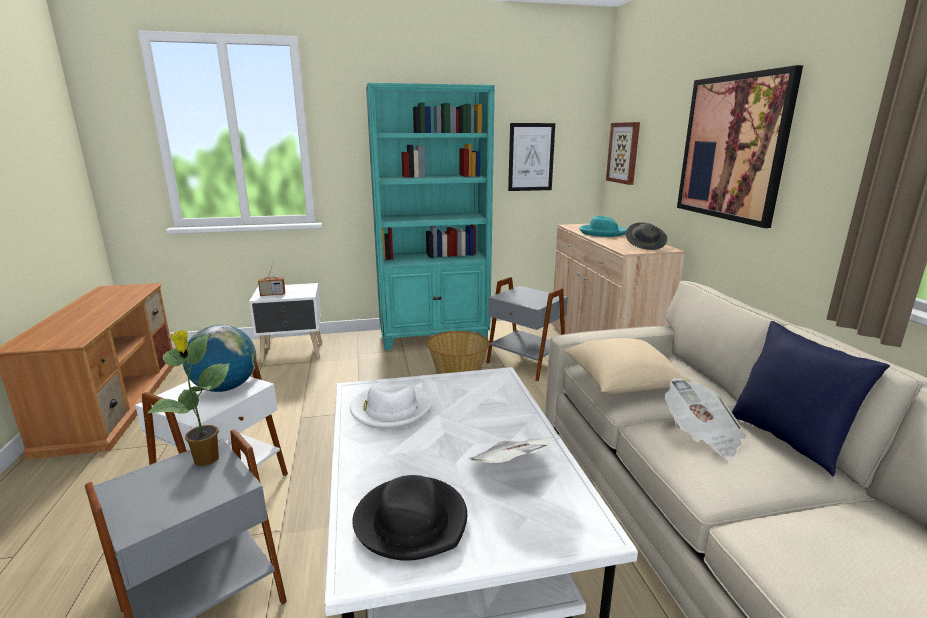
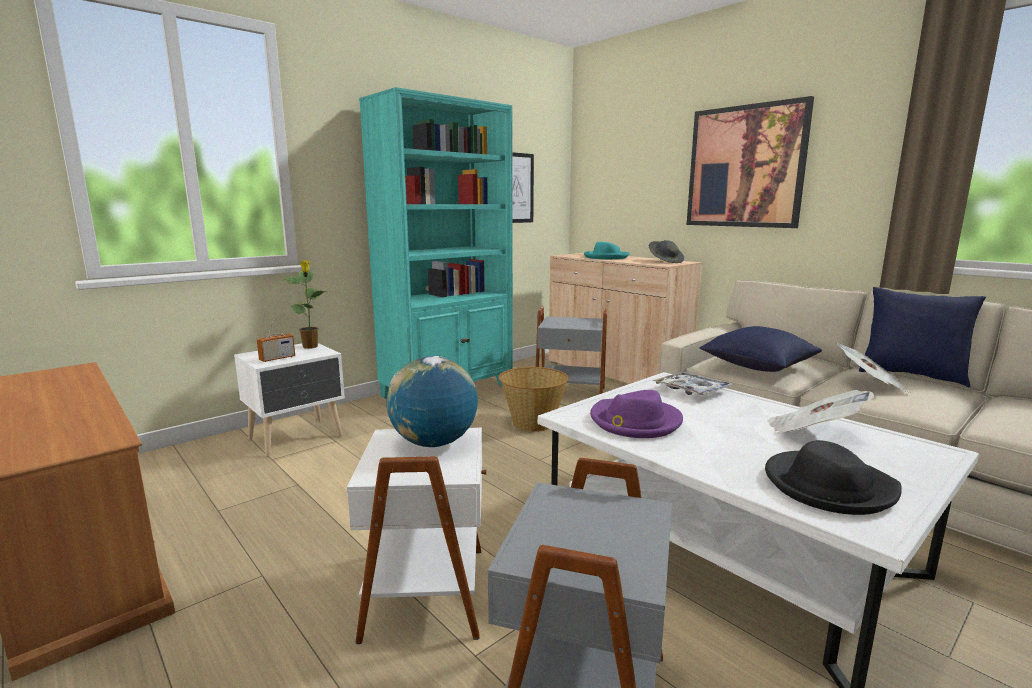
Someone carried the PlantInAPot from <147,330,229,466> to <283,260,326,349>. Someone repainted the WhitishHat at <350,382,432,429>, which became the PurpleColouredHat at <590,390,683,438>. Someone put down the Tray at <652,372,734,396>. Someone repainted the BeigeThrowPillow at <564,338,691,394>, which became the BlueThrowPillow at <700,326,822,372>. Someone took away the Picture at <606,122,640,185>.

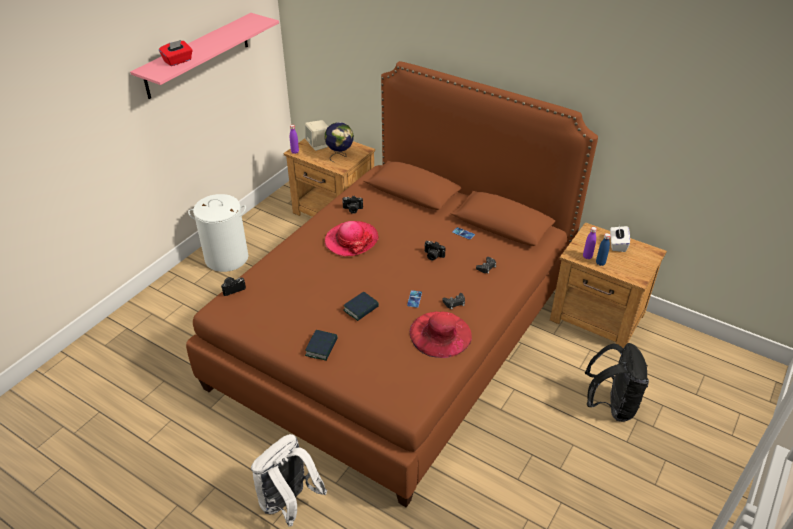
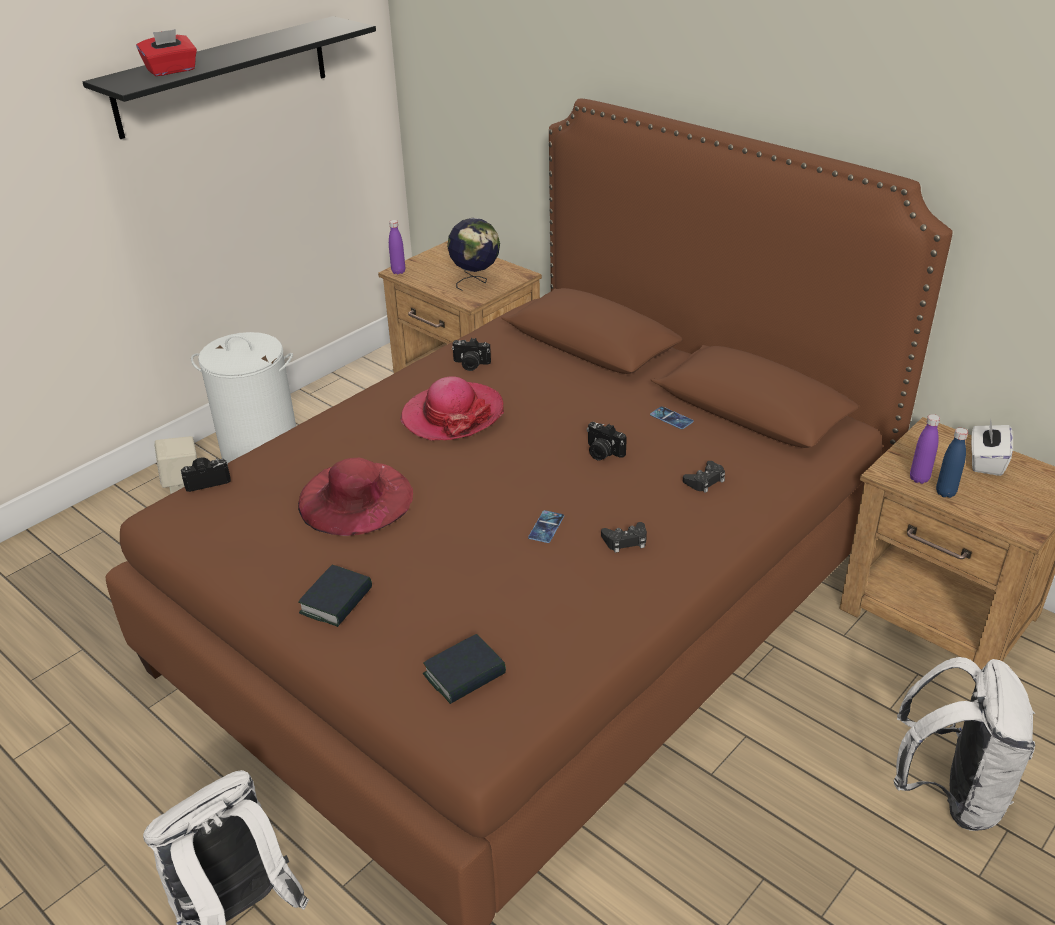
Someone repainted the PinkColouredWallShelf at <130,13,279,99>, which became the BlackishWallShelf at <83,16,376,139>. Someone carried the BeigeLoudspeaker from <305,120,329,151> to <154,436,197,494>. Someone carried the RedHat from <409,312,472,358> to <298,458,413,536>. Someone carried the Volume from <343,292,379,321> to <423,634,506,704>. Someone repainted the BlackishKnapsack at <585,343,649,422>, which became the WhitishKnapsack at <893,657,1035,831>.

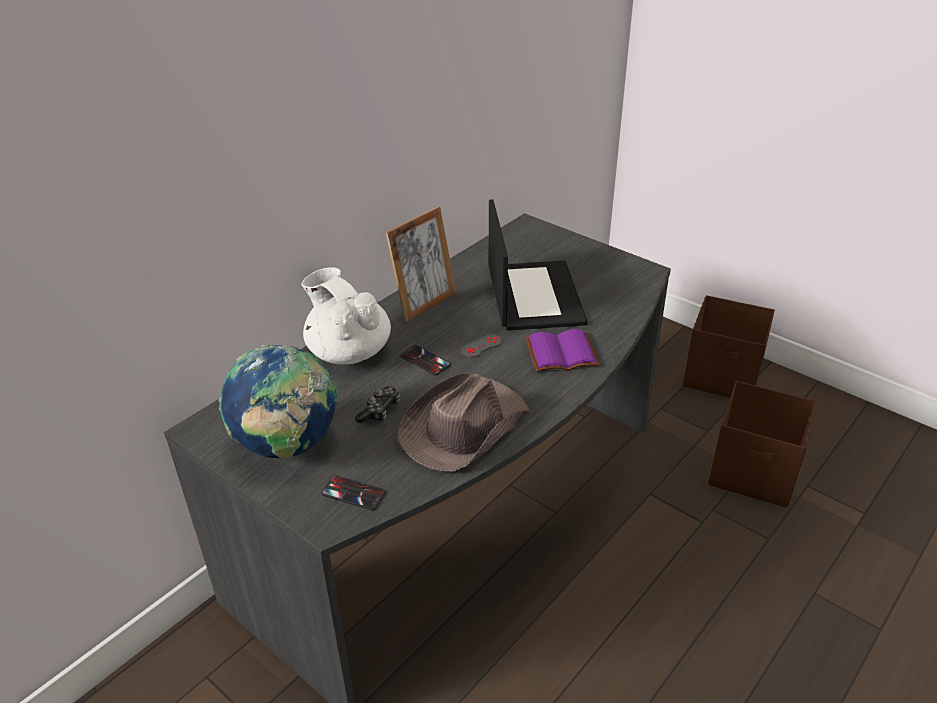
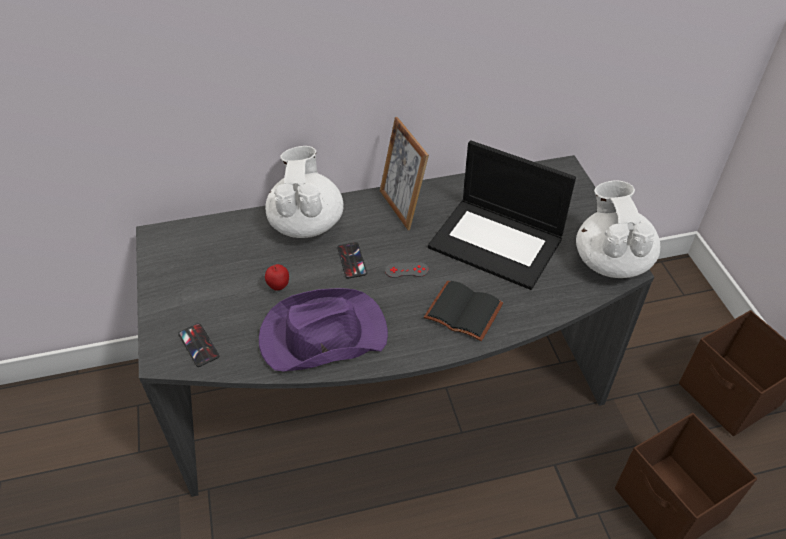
Someone repainted the BrownishHat at <397,373,530,472>, which became the PurpleColouredHat at <259,288,388,372>. Someone swapped the Gamepad at <355,386,400,423> for the Apple at <265,264,289,291>. Someone rotated the PhotoFrame at <386,206,456,322> by 75 degrees clockwise. Someone repainted the PurpleColouredVolume at <526,329,600,372>, which became the BlackishVolume at <424,281,503,341>. Someone rotated the PortableComputer at <489,199,587,331> by 90 degrees clockwise. Someone put down the WhitishTeapot at <576,180,660,278>. Someone took away the WorldGlobe at <218,345,338,459>.

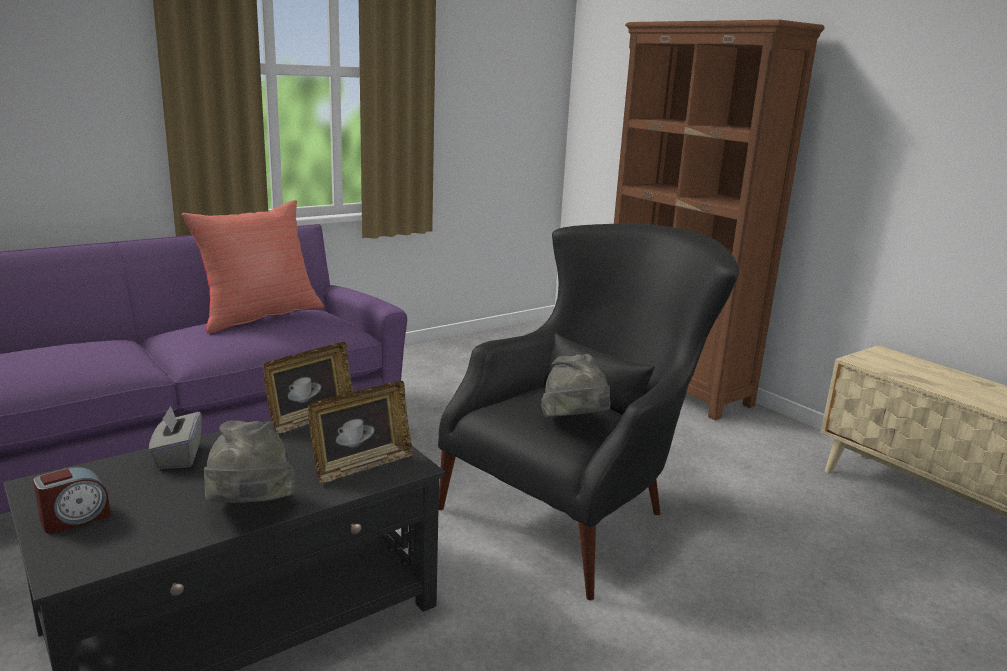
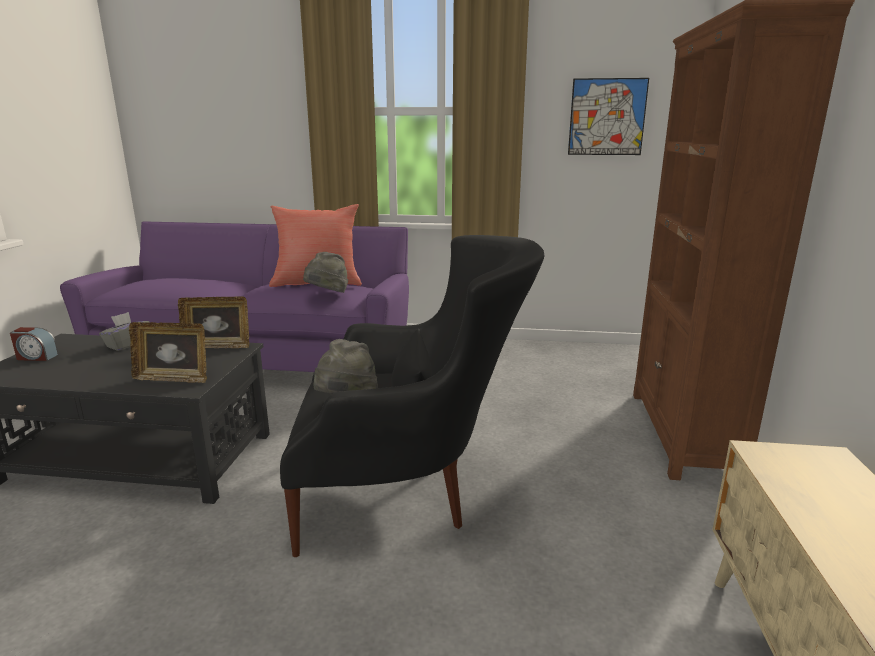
Someone carried the GreyHat from <204,420,296,503> to <303,252,348,293>. Someone put up the Picture at <568,78,649,155>.

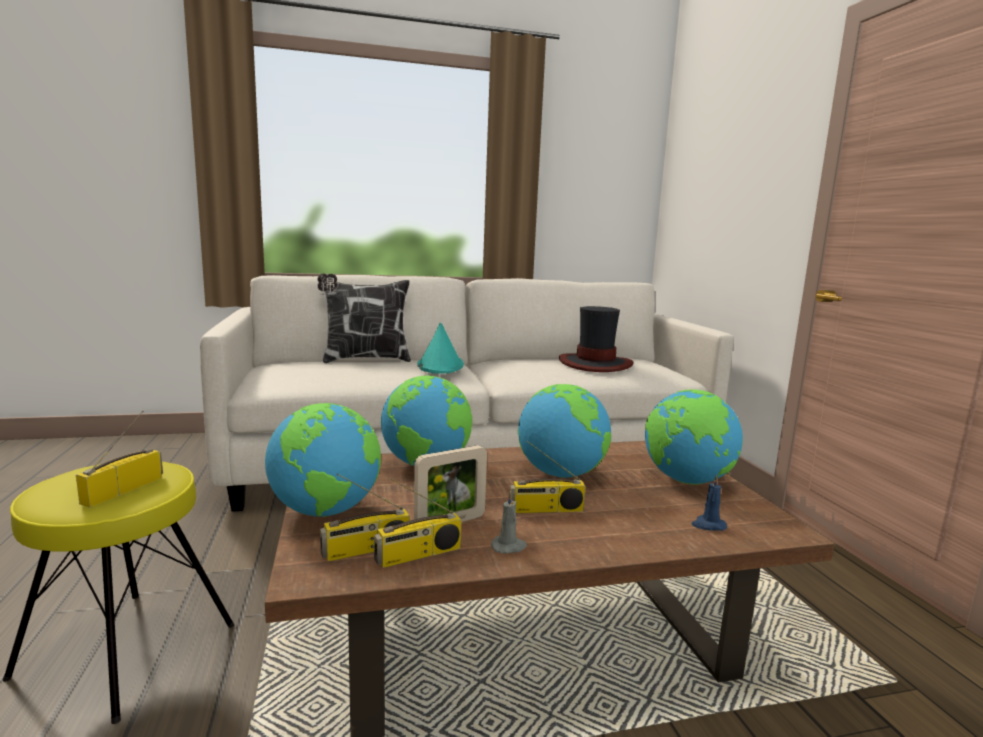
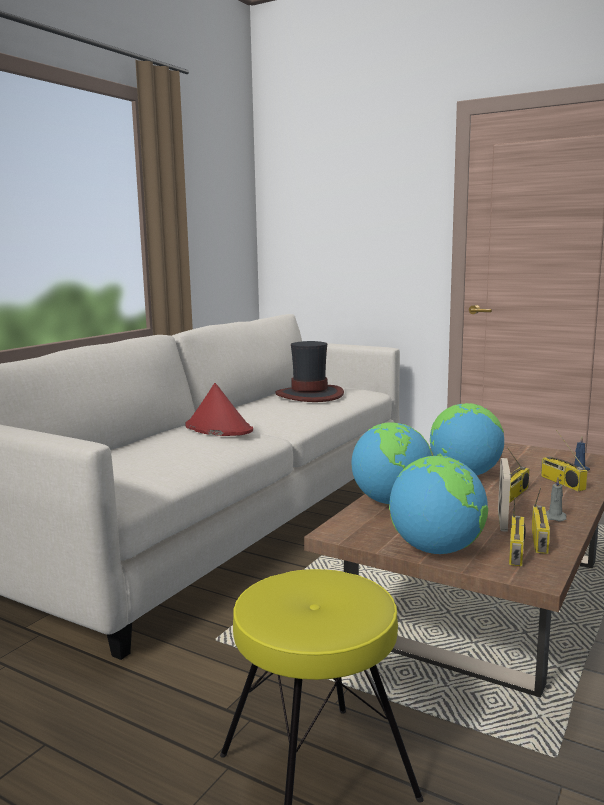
Someone repainted the BlueGreenHat at <417,323,464,374>, which became the RedHat at <185,383,253,436>. Someone carried the RadioReceiver from <76,411,163,507> to <541,430,587,491>. Someone took away the ThrowPillow at <318,274,411,363>. Someone took away the WorldGlobe at <645,389,743,485>.

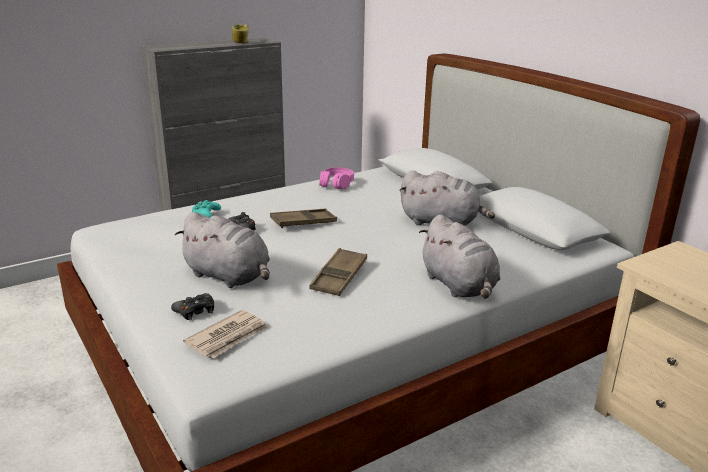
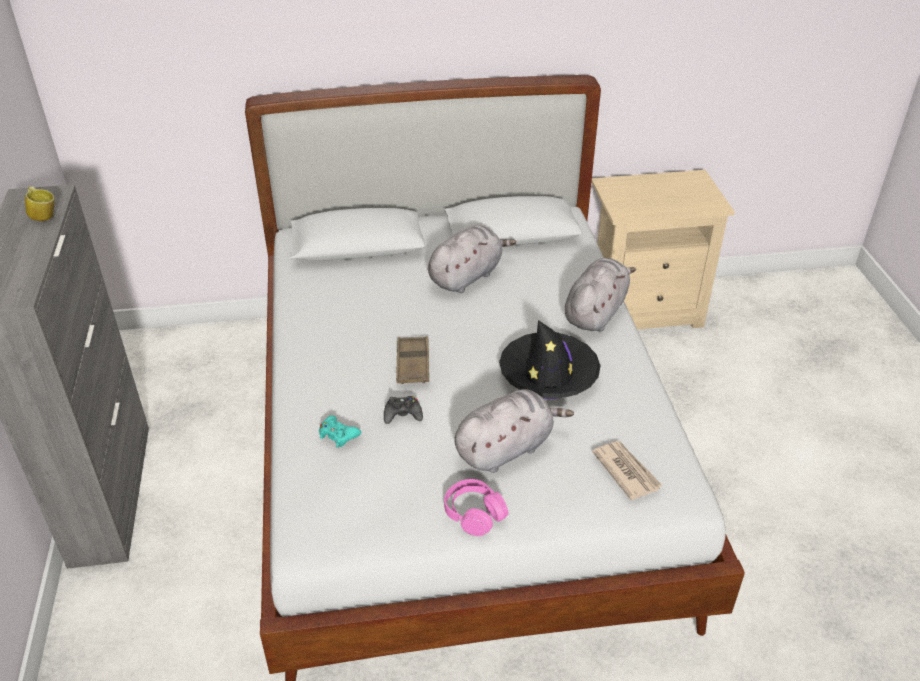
Someone carried the PinkColouredPairOfHeadphones from <319,167,354,189> to <444,479,509,536>. Someone swapped the BrownishTray at <309,248,367,296> for the BlackishHat at <499,320,601,399>. Someone rotated the GreyCuddlyToy at <419,214,500,299> by 60 degrees counterclockwise. Someone took away the BlackishGamepad at <171,293,214,320>.

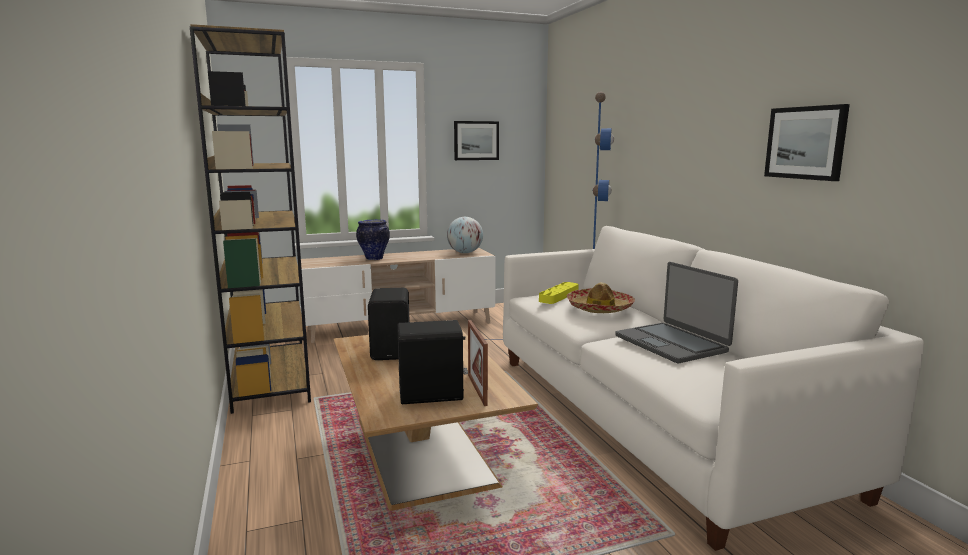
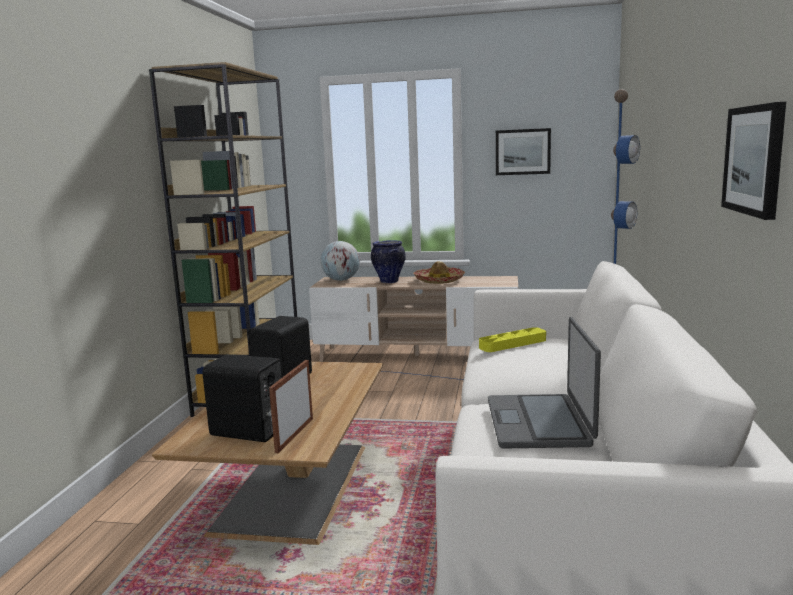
Someone carried the WorldGlobe from <447,217,483,253> to <320,241,360,281>. Someone carried the Hat from <567,282,635,313> to <413,261,465,284>.

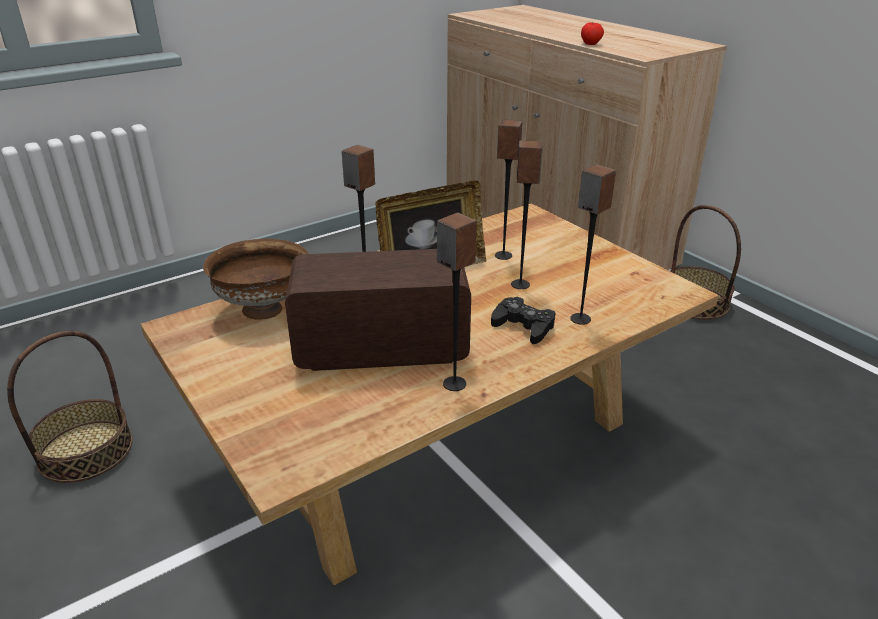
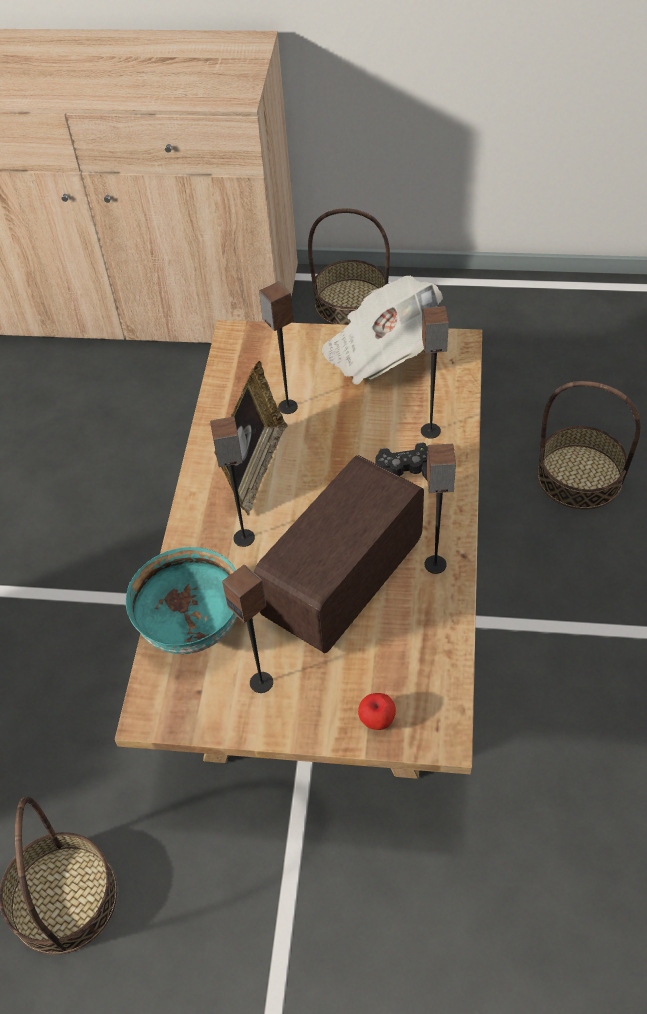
Someone repainted the BrownishServingBowl at <203,239,309,320>, which became the BlueGreenServingBowl at <126,547,237,654>. Someone carried the Loudspeaker from <511,141,543,289> to <222,564,273,693>. Someone put down the Newspaper at <322,275,443,385>. Someone carried the Apple from <581,23,604,45> to <358,693,396,730>. Someone put down the StorageBasket at <537,381,641,510>.

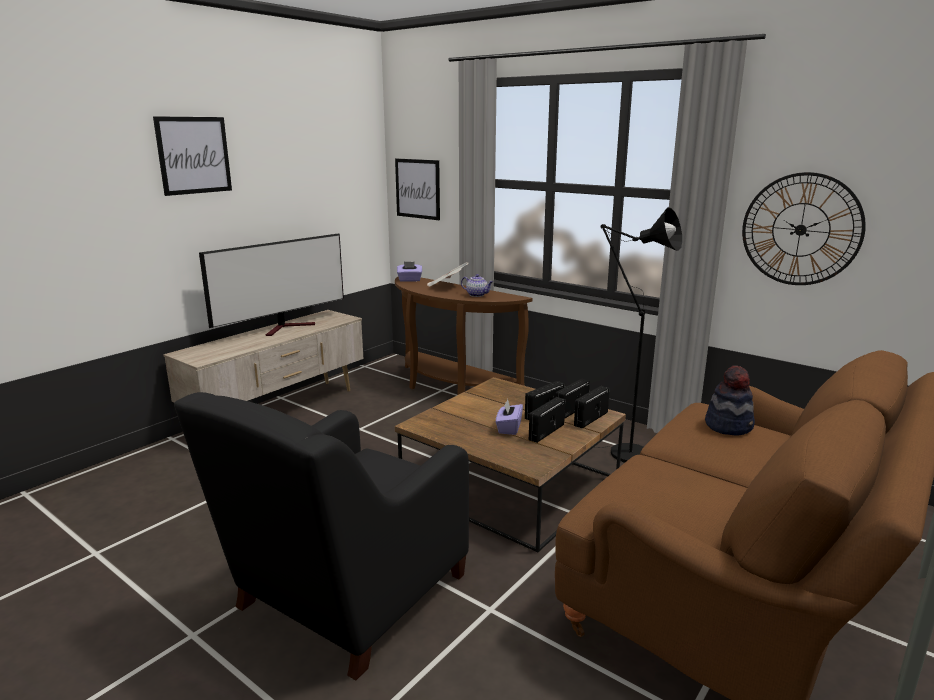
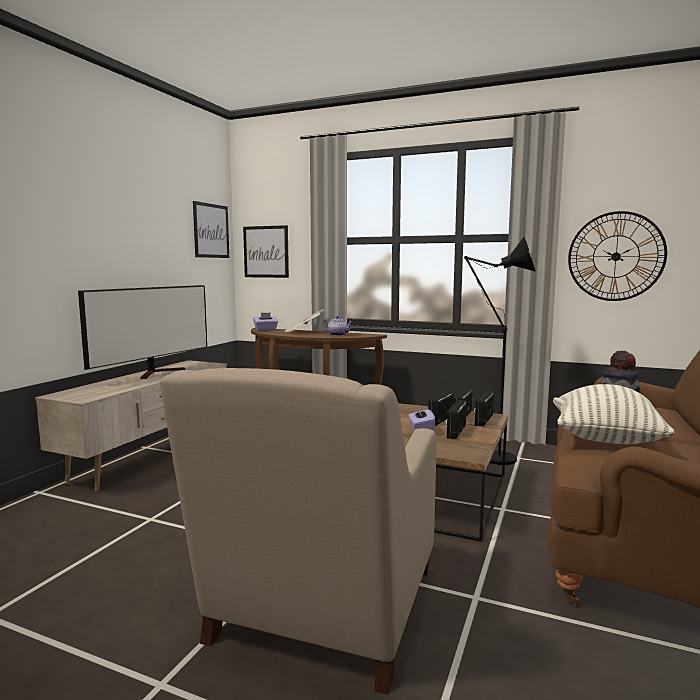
Someone repainted the BlackishArmchair at <174,392,469,681>, which became the BeigeArmchair at <160,368,436,694>. Someone carried the Picture from <153,116,232,196> to <193,201,229,258>. Someone put down the ThrowPillow at <553,384,675,444>.

